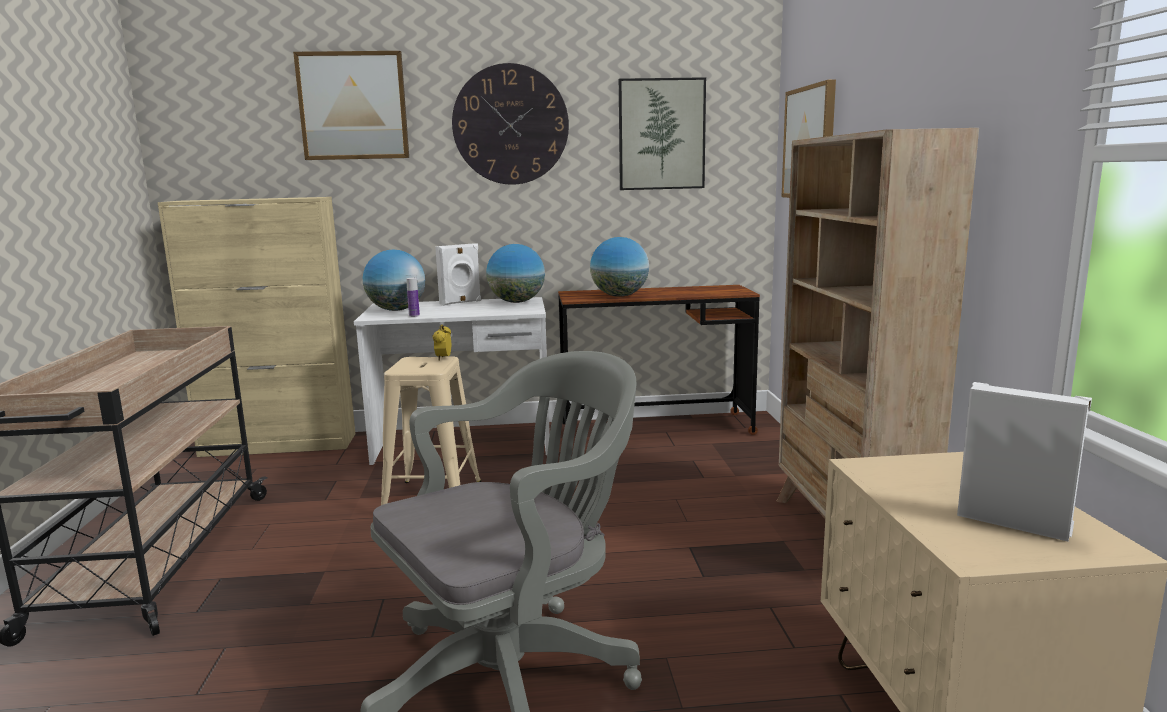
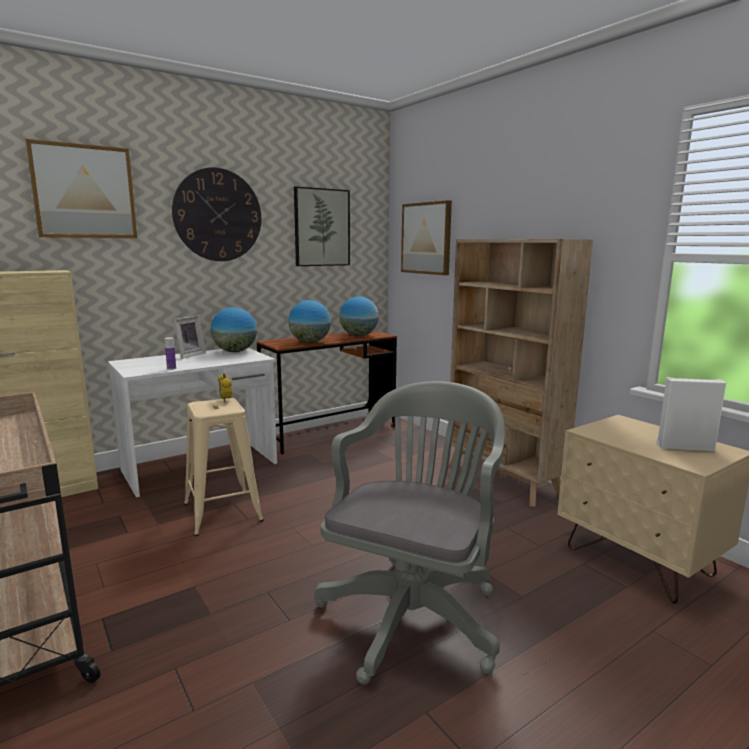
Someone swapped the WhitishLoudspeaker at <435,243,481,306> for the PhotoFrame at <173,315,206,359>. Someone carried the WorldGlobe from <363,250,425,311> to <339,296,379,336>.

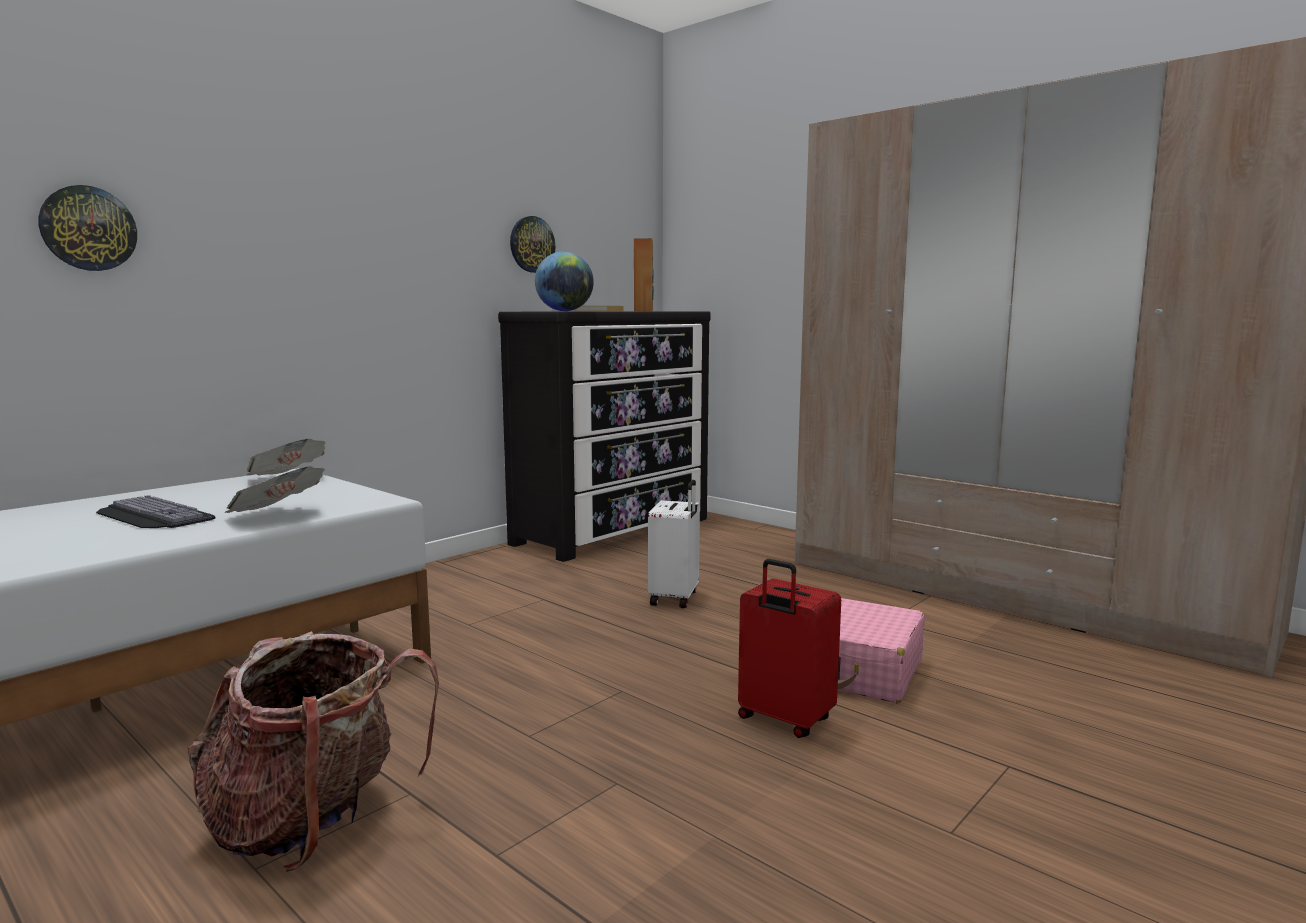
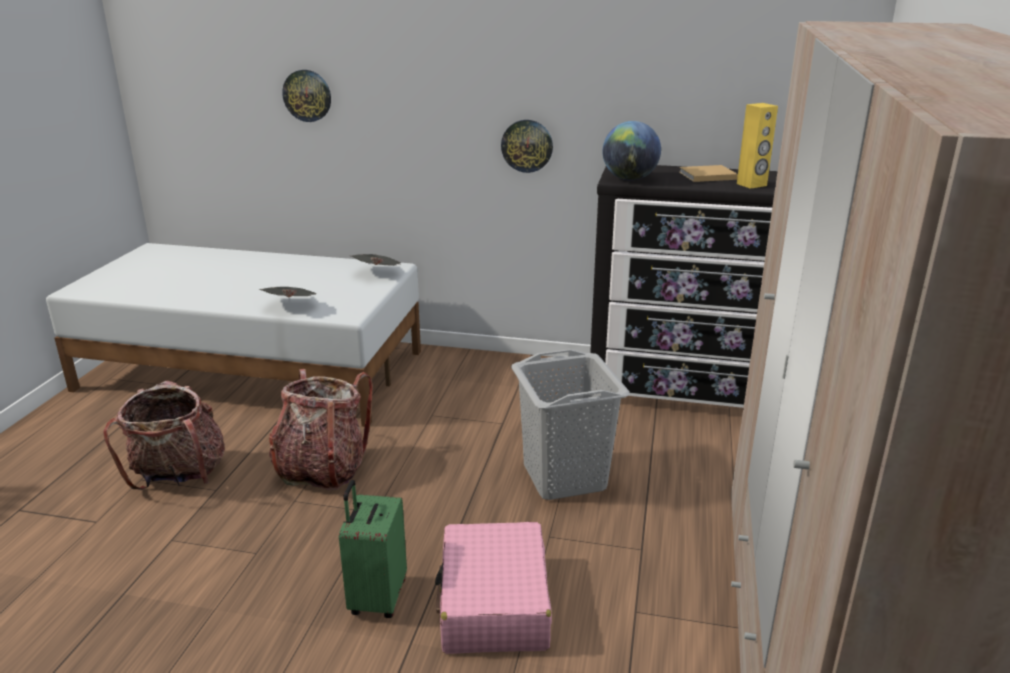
Someone put down the Knapsack at <269,369,373,490>. Someone repainted the RedTravelCase at <738,559,841,738>, which became the GreenTravelCase at <339,480,407,618>. Someone carried the WallClock from <510,216,556,273> to <501,120,553,173>. Someone swapped the WhitishTravelCase at <648,480,700,608> for the GreyHamper at <511,349,630,500>. Someone repainted the BrownishLoudspeaker at <634,238,654,311>, which became the YellowColouredLoudspeaker at <737,103,778,189>. Someone took away the Keyboard at <96,495,216,528>.

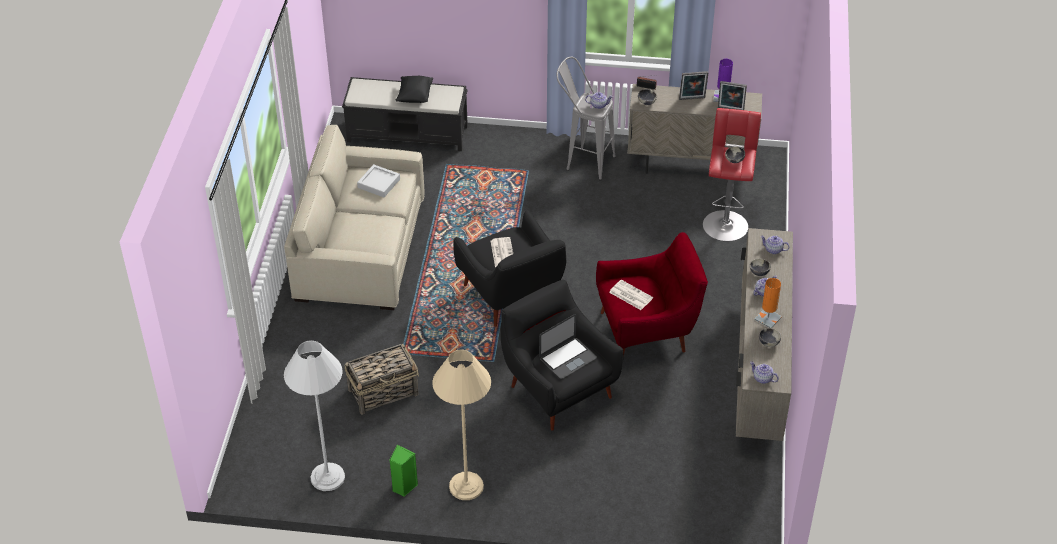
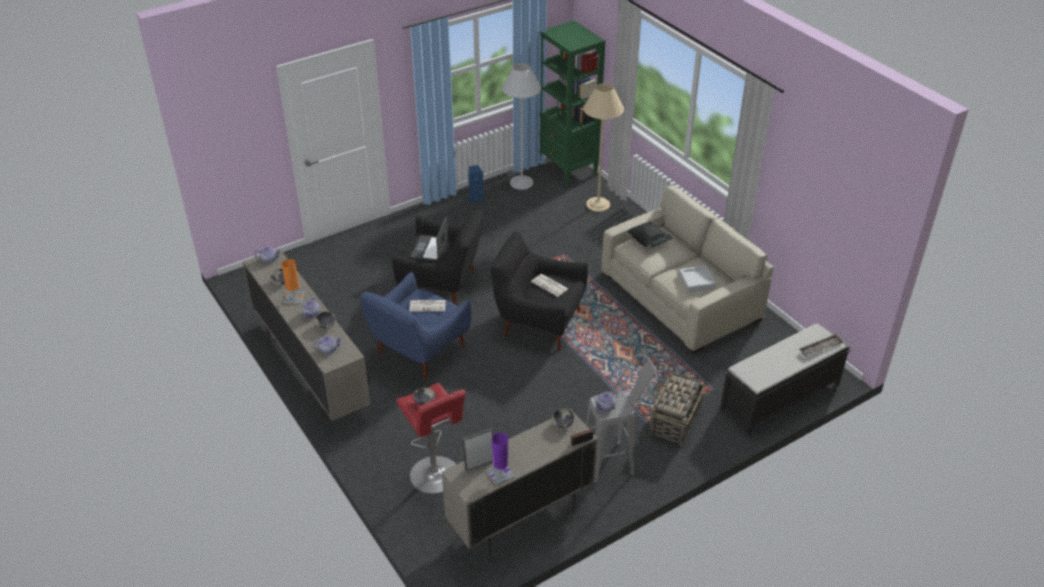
Someone repainted the RedArmchair at <596,232,708,356>, which became the BlueArmchair at <360,272,471,380>. Someone repainted the GreenLoudspeaker at <390,445,418,496>, which became the BlueLoudspeaker at <468,165,484,203>. Someone put down the GreenBookshelf at <539,21,605,187>. Someone carried the BeigeFloorLamp from <432,350,491,500> to <583,83,624,212>. Someone carried the BlackishThrowPillow from <395,76,433,103> to <627,221,673,248>. Someone carried the StorageBasket from <344,344,419,414> to <649,370,705,446>. Someone put down the Tray at <799,334,844,357>. Someone took away the PhotoFrame at <679,71,708,100>.

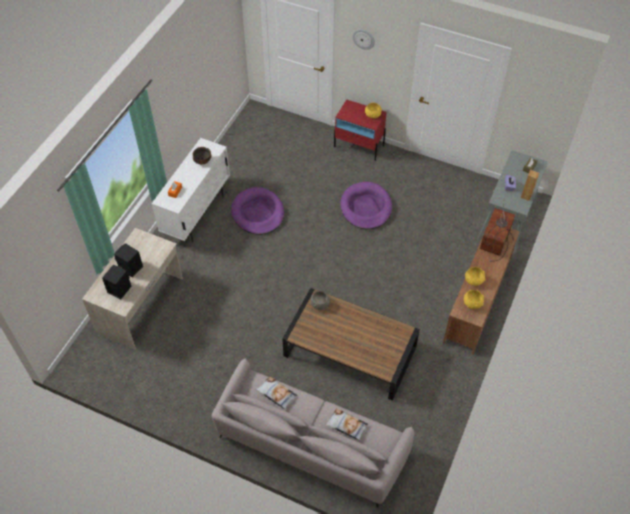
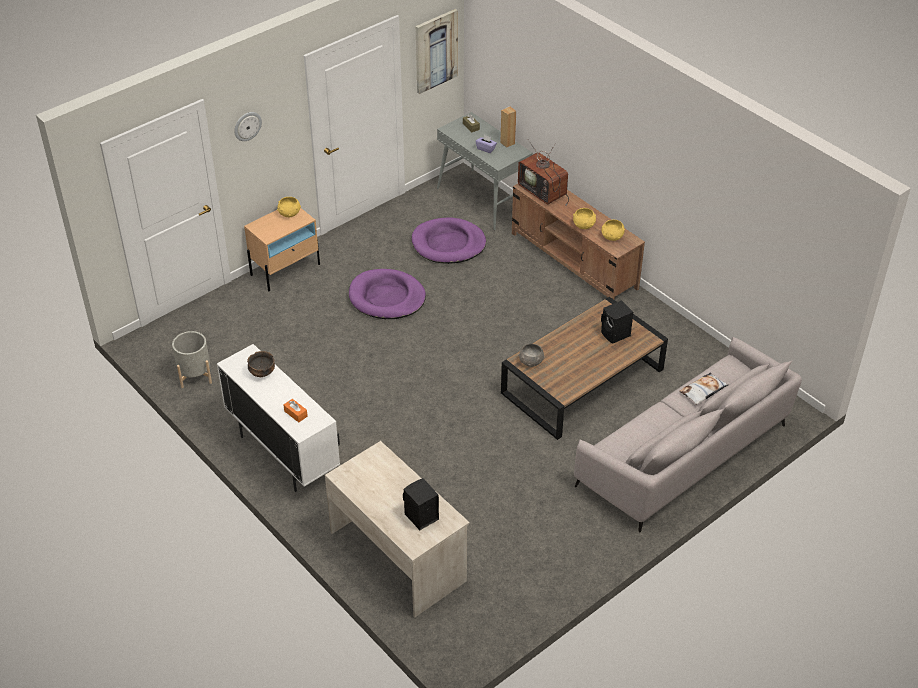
Someone put down the GreyFlowerPot at <172,331,212,388>. Someone repainted the RedNightstand at <334,99,387,161>, which became the BeigeNightstand at <244,208,320,291>. Someone carried the PurpleColouredDogBed from <231,187,284,235> to <412,217,486,264>. Someone put up the Picture at <416,9,458,94>. Someone carried the BlackishLoudspeaker from <114,243,143,278> to <601,300,633,344>. Someone took away the ThrowPillow at <256,376,297,410>.

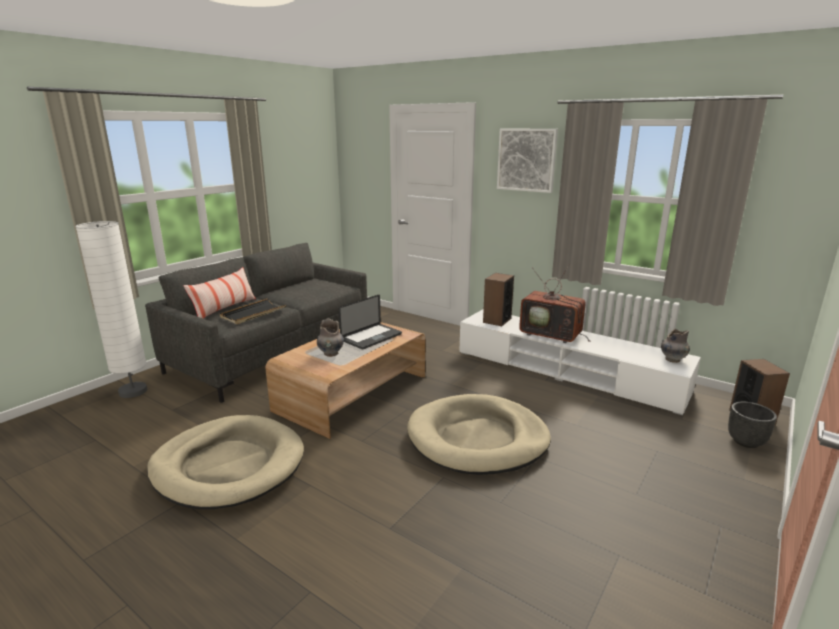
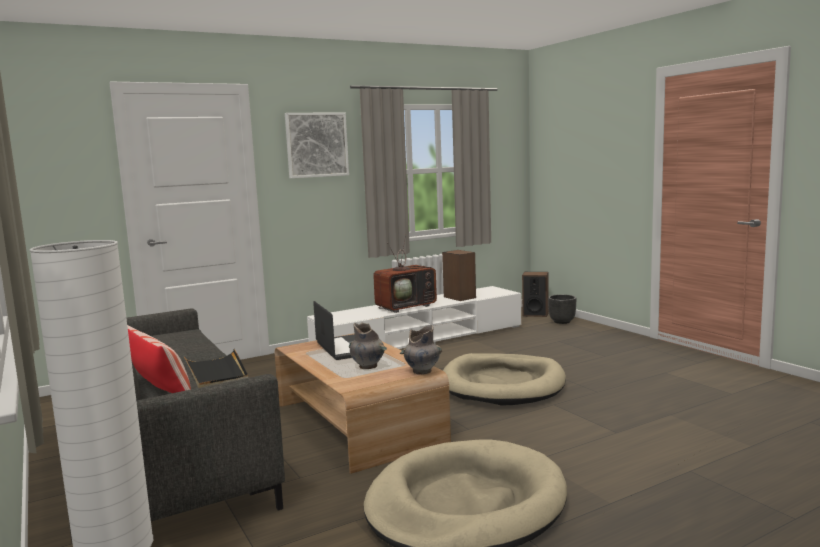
Someone carried the GreyFlowerVase from <661,329,690,363> to <400,325,442,375>. Someone carried the Loudspeaker from <483,273,514,326> to <442,250,476,301>.

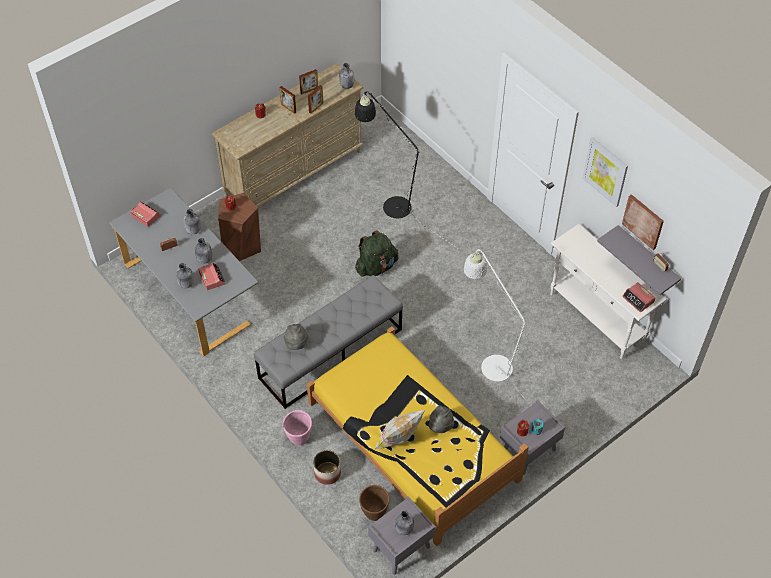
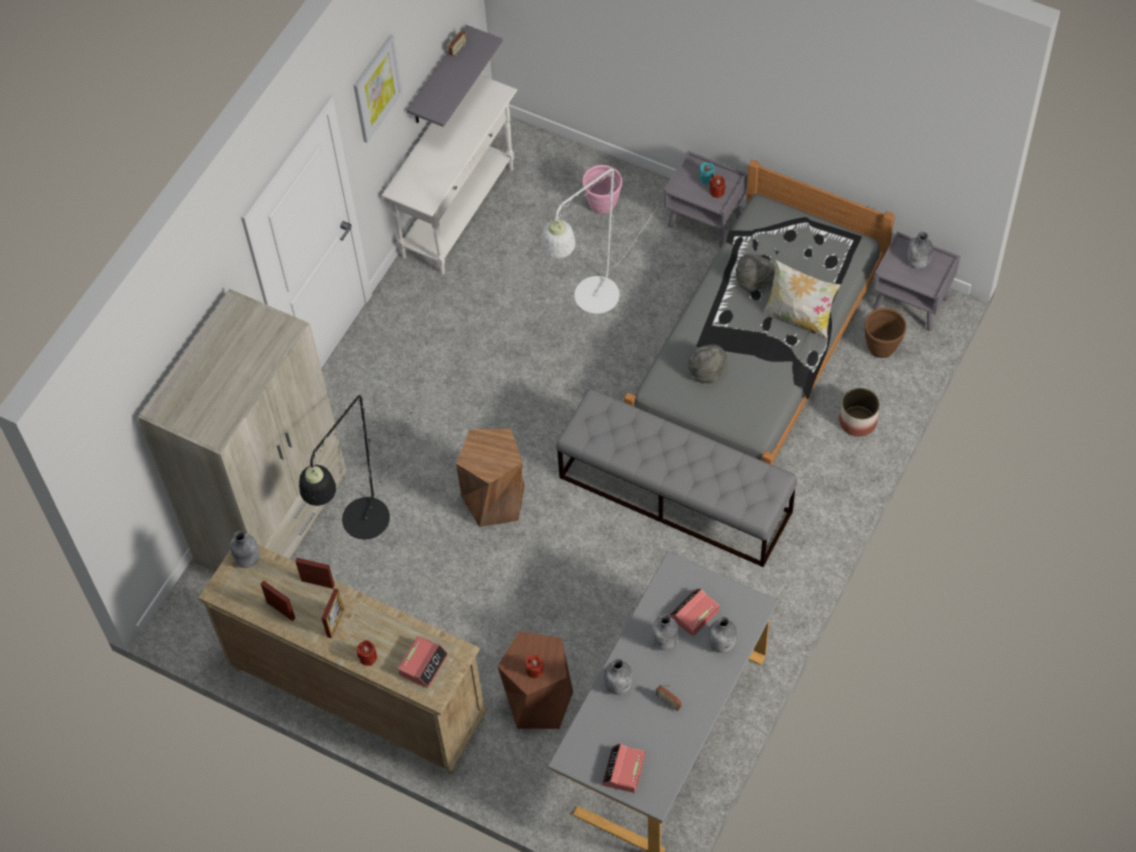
Someone put down the BeigeClothesCupboard at <138,289,347,572>. Someone carried the TableClock from <622,282,656,312> to <398,636,448,688>. Someone swapped the GreenKnapsack at <355,230,398,277> for the BrownishSittingStool at <456,428,525,527>. Someone carried the PinkColouredFlowerPot from <283,410,312,445> to <583,165,622,214>. Someone repainted the YellowColouredSleepingBed at <307,326,529,546>, which became the GreySleepingBed at <624,160,895,465>. Someone carried the GreyHat from <284,324,309,350> to <688,344,727,383>. Someone took away the Picture at <622,194,664,250>.

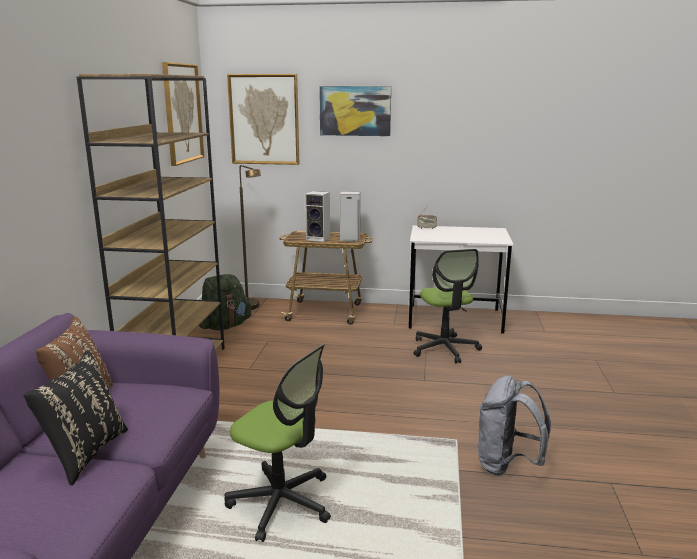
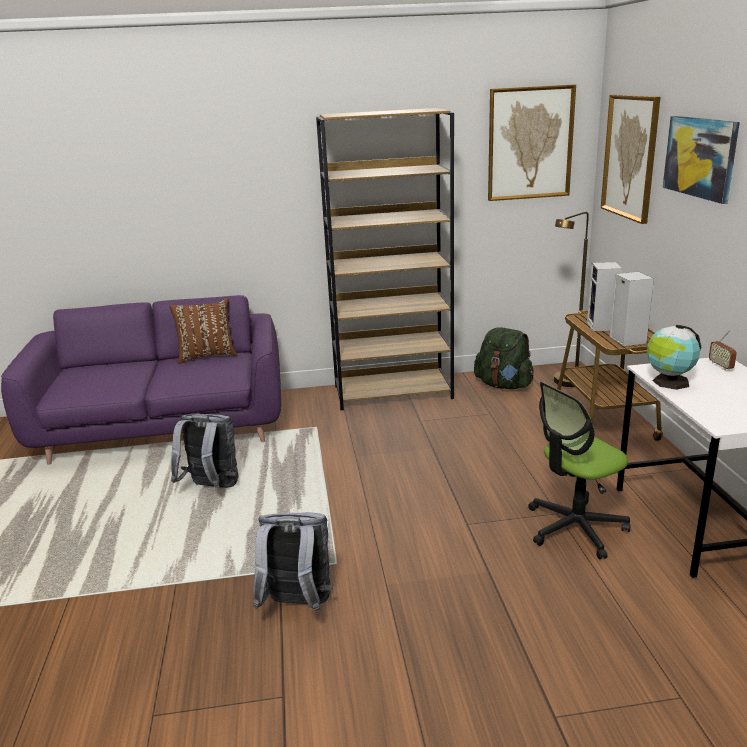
Someone swapped the OfficeChair at <225,344,331,542> for the GreyKnapsack at <171,414,239,488>. Someone put down the WorldGlobe at <647,325,701,390>. Someone took away the BlackishThrowPillow at <23,350,128,485>.

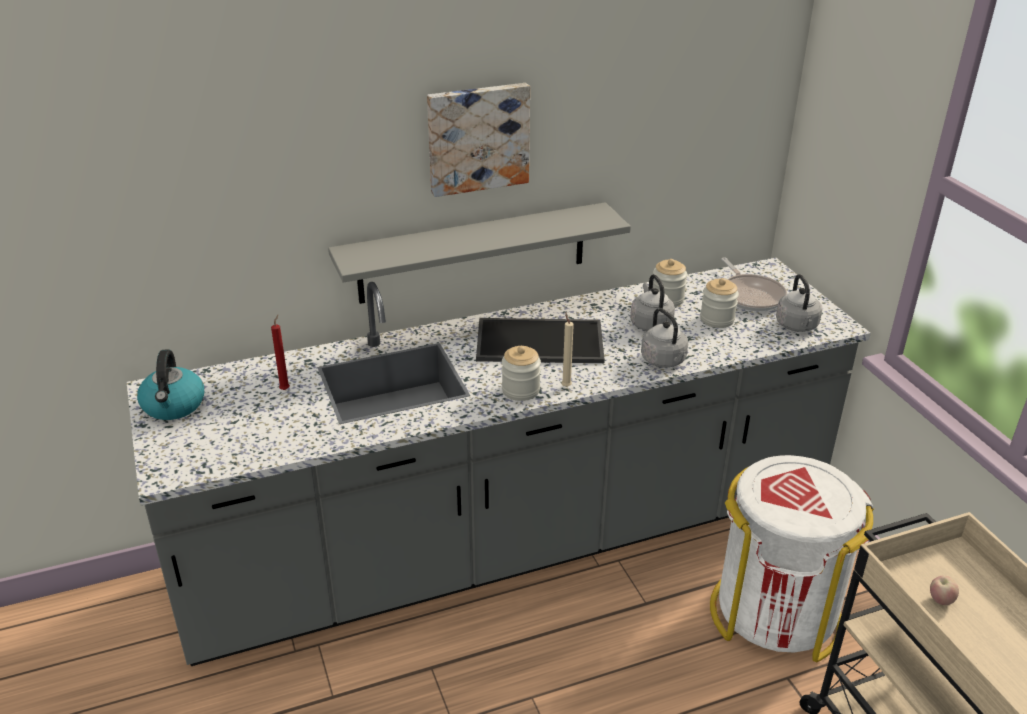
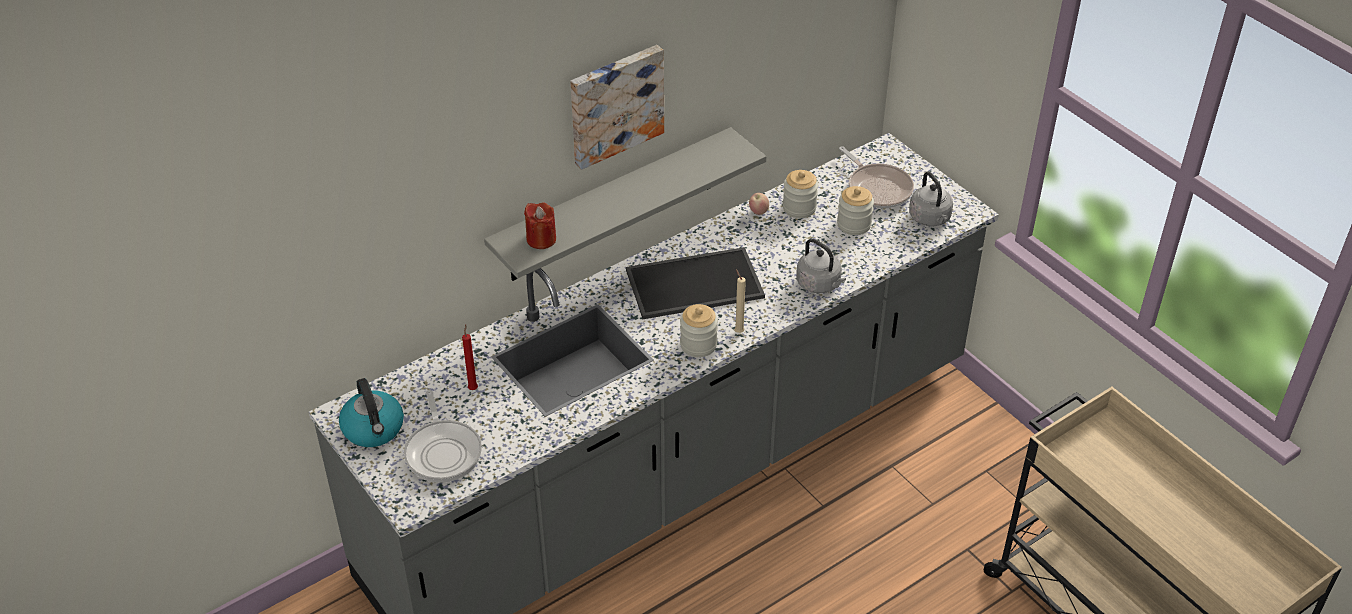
Someone put down the FryingPan at <404,390,482,483>. Someone put down the RedWaxCandle at <524,202,556,249>. Someone carried the Apple from <930,576,959,605> to <749,193,769,215>. Someone took away the GreyKettle at <630,274,675,331>. Someone took away the WhitishRubbishBin at <710,455,874,662>.

